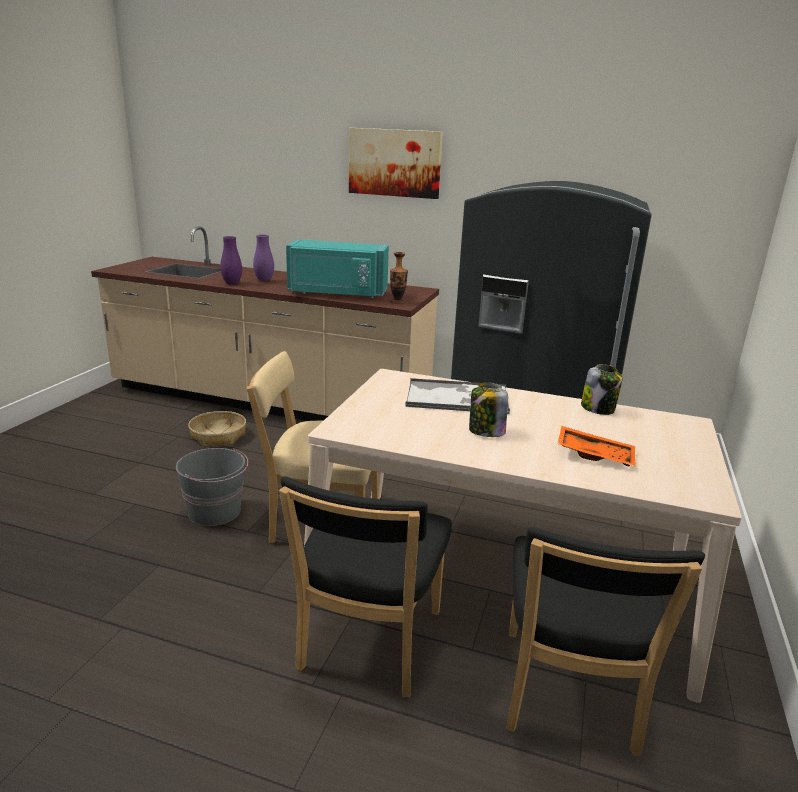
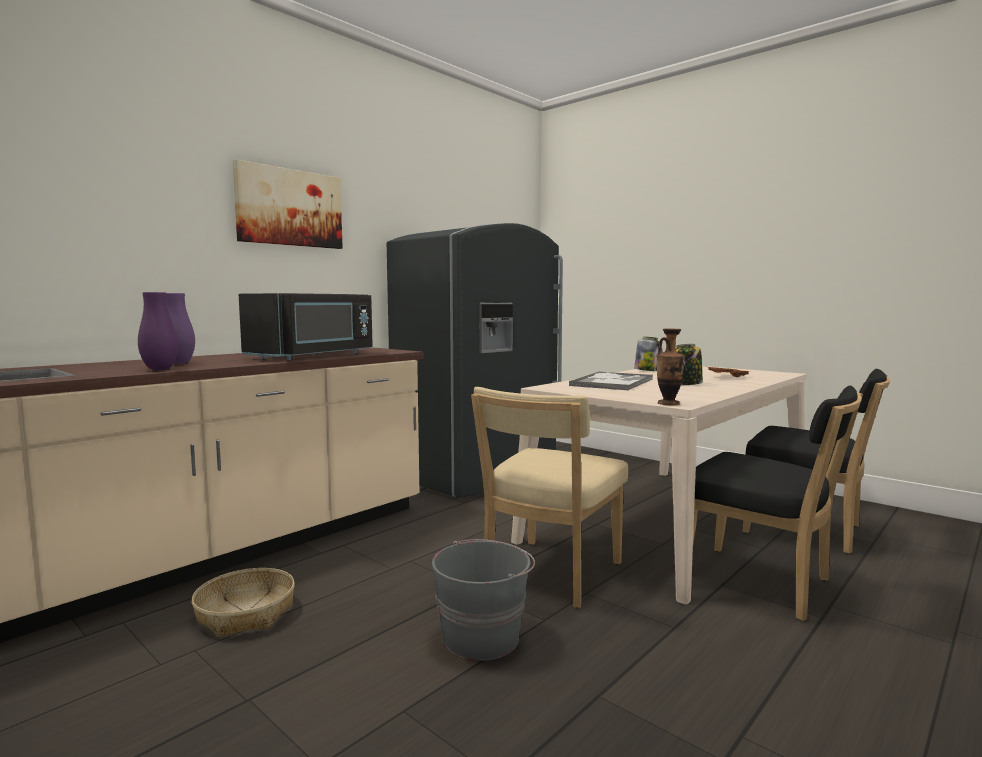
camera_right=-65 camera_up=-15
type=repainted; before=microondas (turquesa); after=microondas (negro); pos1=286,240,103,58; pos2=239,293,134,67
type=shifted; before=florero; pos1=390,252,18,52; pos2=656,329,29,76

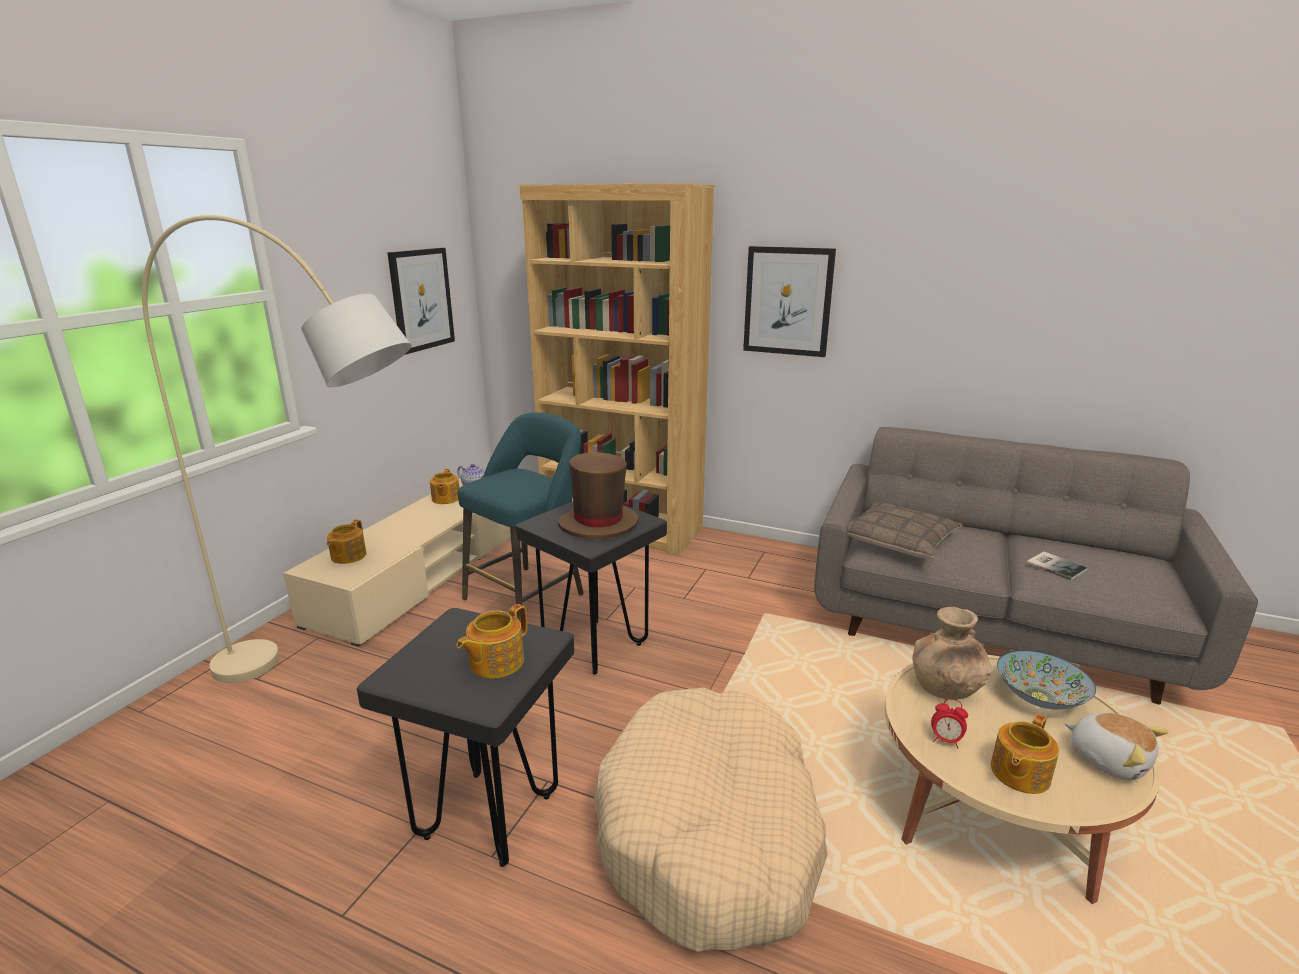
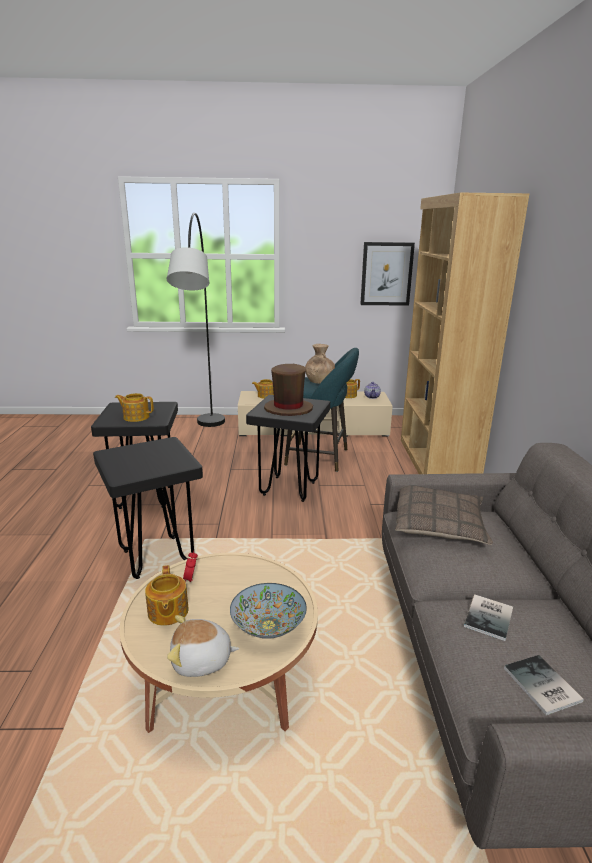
camera_right=65 camera_up=0
type=swapped; before=cama para perro (beis); after=taburete (negro); pos1=594,687,234,265; pos2=93,437,110,142
type=rotated; before=tetera; pos1=991,714,68,80; pos2=145,565,44,61; turn=-120
type=repainted; before=lámpara de pie (beis); after=lámpara de pie (negro); pos1=142,215,270,468; pos2=167,213,58,214
type=rotated; before=peluche; pos1=1064,713,105,67; pos2=167,615,73,62; turn=60
type=shifted; before=florero (marrón); pos1=913,607,80,93; pos2=305,344,30,40
type=new; after=libro; pos2=504,655,80,60
type=gone; before=cuadro; pos1=743,246,93,111

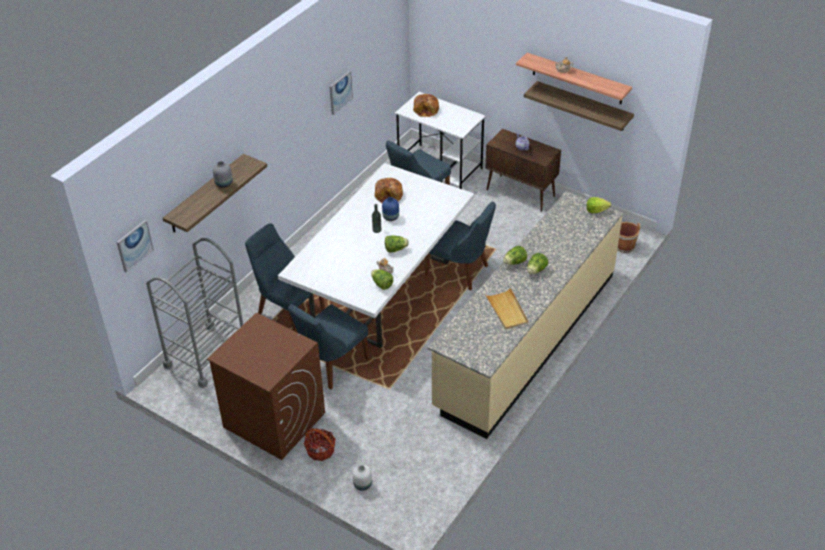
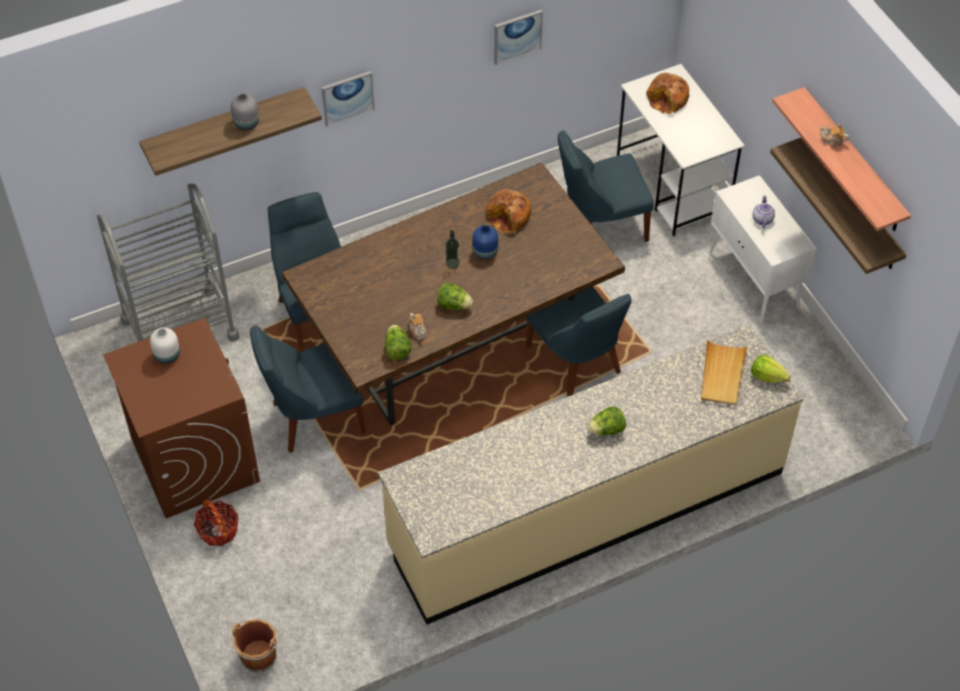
camera_right=30 camera_up=10
type=shifted; before=florero (blanco); pos1=352,465,20,26; pos2=150,328,30,36
type=shifted; before=cubo (marrón); pos1=617,222,23,31; pos2=232,619,49,54
type=repainted; before=mesa de comedor (blanco); after=mesa de comedor (marrón); pos1=278,163,196,185; pos2=282,162,343,264
type=shifted; before=cuadro; pos1=117,220,37,53; pos2=321,71,54,56
type=shifted; before=bandeja (beis); pos1=486,288,42,42; pos2=701,339,46,67
type=repainted; before=armario (marrón); after=armario (blanco); pos1=485,129,76,83; pos2=709,175,108,148
type=gone; before=lechuga; pos1=503,246,24,19

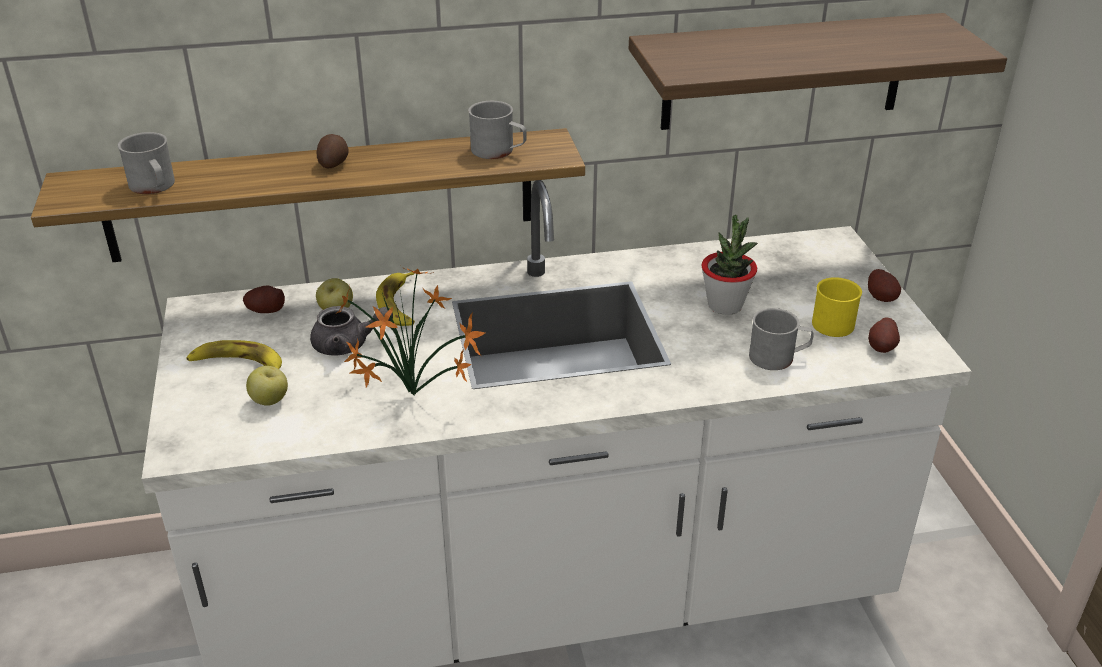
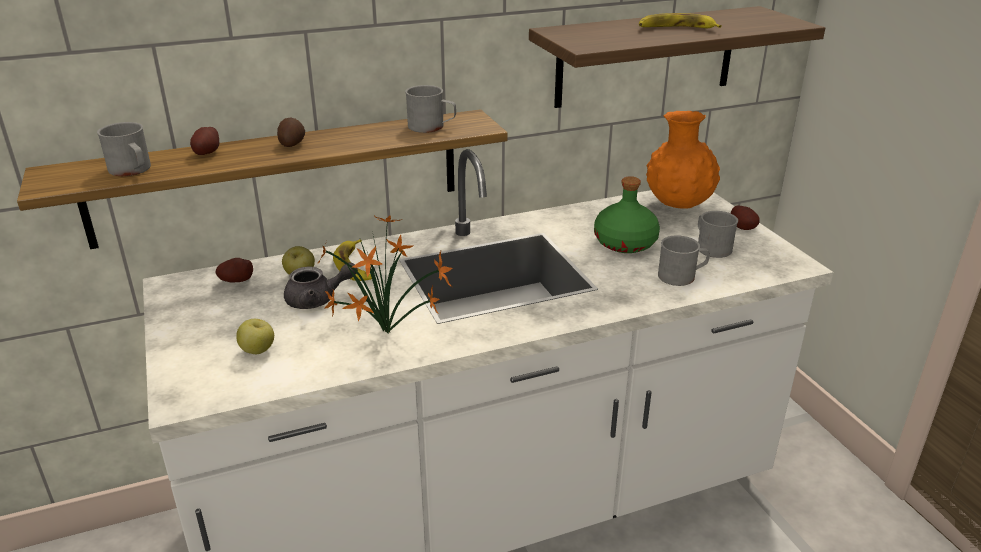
camera_right=-10 camera_up=-5
type=shifted; before=patata; pos1=868,317,32,36; pos2=190,127,29,28
type=swapped; before=planta en maceta; after=botella (verde); pos1=701,214,57,101; pos2=594,176,66,77
type=shifted; before=plátano; pos1=187,340,95,29; pos2=639,13,83,15
type=new; after=florero (naranja); pos2=646,111,74,98
type=repainted; before=taza grande (amarillo); after=taza grande (gris); pos1=812,277,50,60; pos2=698,211,40,47

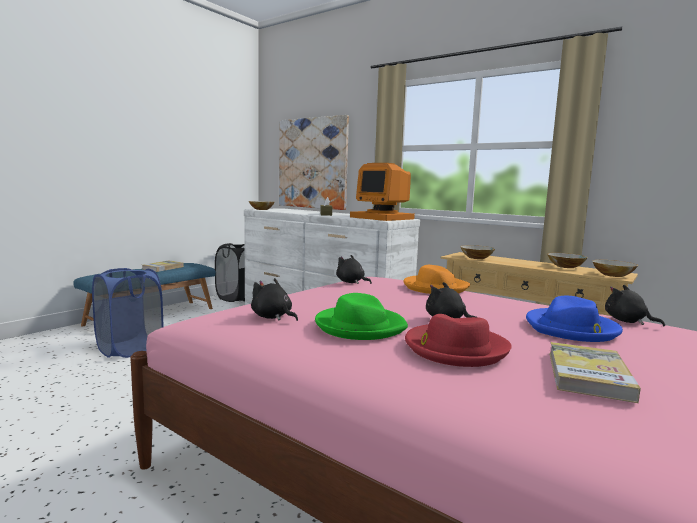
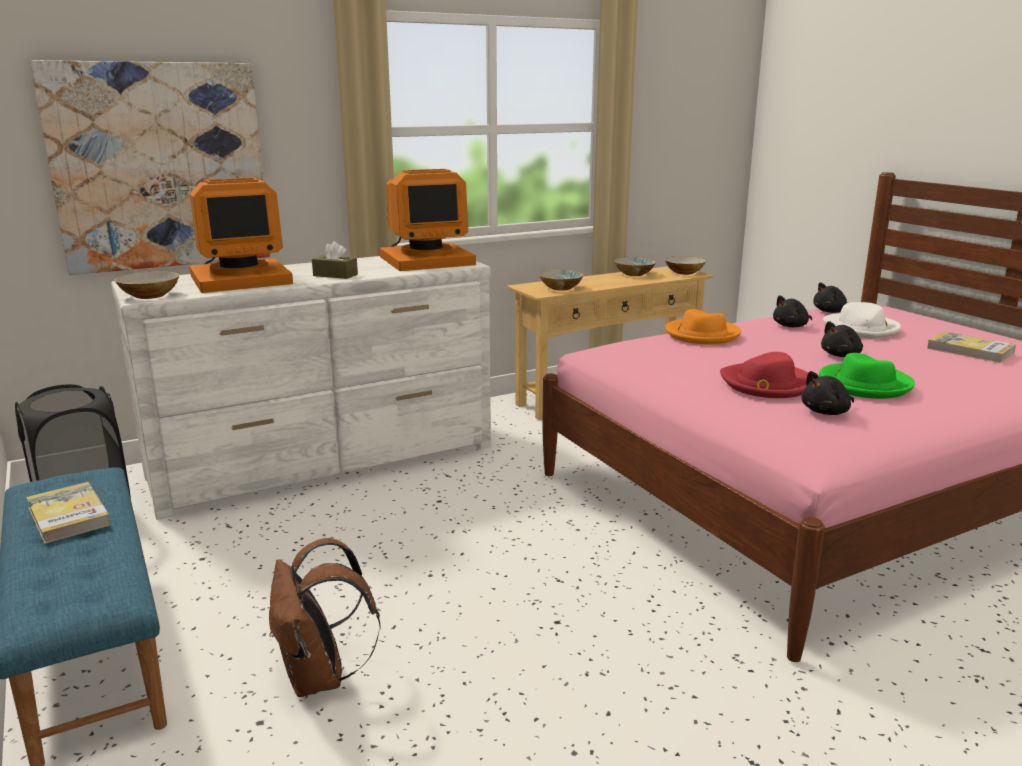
camera_right=-65 camera_up=10
type=new; after=monitor; pos2=189,178,104,115
type=swapped; before=cesto de la ropa (azul); after=mochila (marrón); pos1=92,268,72,90; pos2=269,538,112,159
type=shifted; before=sombrero (rojo); pos1=405,314,107,53; pos2=720,352,88,46
type=shifted; before=peluche (negro); pos1=336,255,36,29; pos2=773,296,39,31
type=repainted; before=sombrero (azul); after=sombrero (blanco); pos1=526,296,97,46; pos2=823,302,78,37

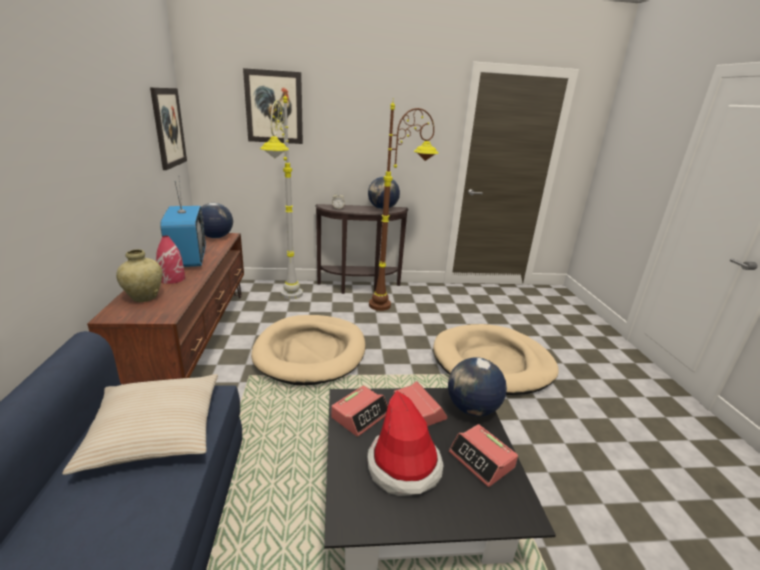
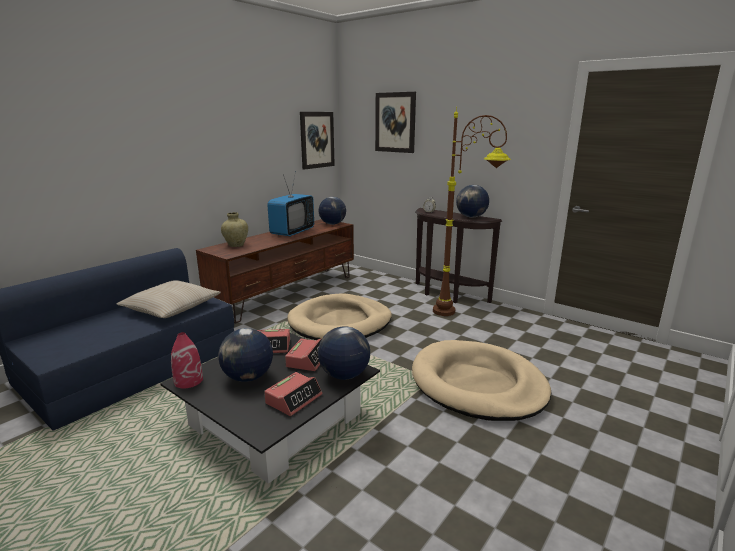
camera_right=45 camera_up=-5
type=shifted; before=florero (rojo); pos1=156,236,29,48; pos2=171,332,32,57
type=swapped; before=sombrero; after=globo terráqueo; pos1=367,391,77,105; pos2=218,328,55,54
type=rotated; before=despertador; pos1=449,424,69,63; pos2=264,372,58,44; turn=-150
type=gone; before=lámpara de pie (gris); pos1=260,91,43,208

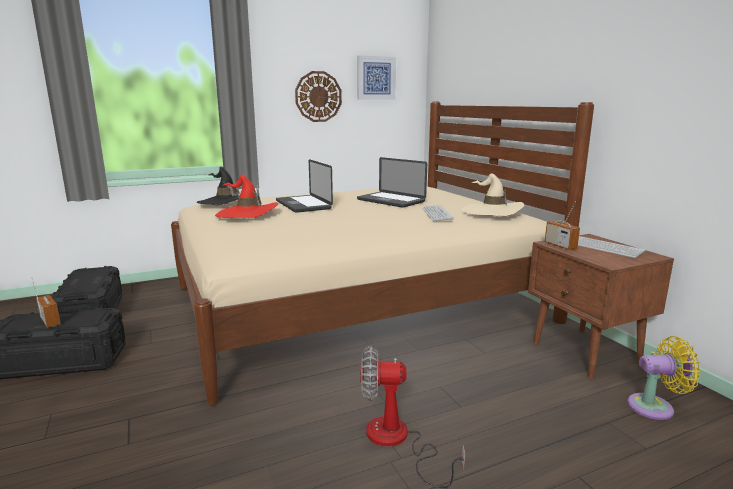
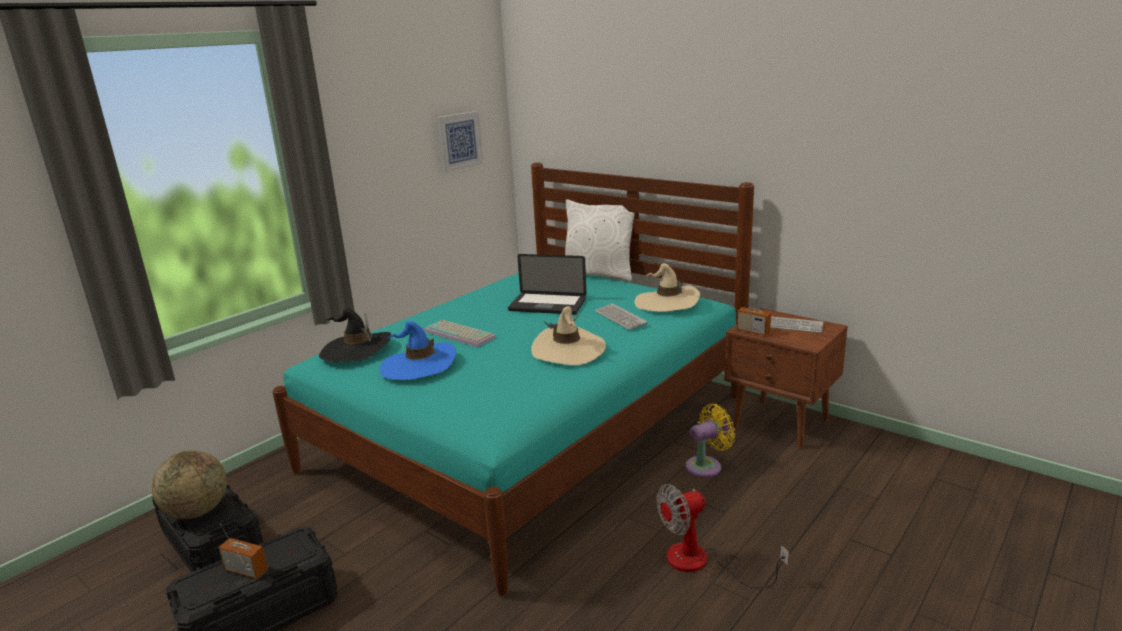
camera_right=-25 camera_up=5
type=new; after=globo terráqueo; pos2=152,450,75,69
type=repainted; before=cama (beis); after=cama (turquesa); pos1=171,102,423,303; pos2=272,162,482,434
type=repainted; before=sombrero (rojo); after=sombrero (azul); pos1=215,175,63,43; pos2=380,321,76,59
type=swapped; before=portátil; after=teclado; pos1=276,159,57,54; pos2=424,320,72,27
type=new; after=sombrero (beis); pos2=531,306,75,59
type=new; after=cojín (blanco); pos2=565,199,70,82
type=shifted; before=ventilador (amarillo); pos1=627,336,74,84; pos2=685,404,50,74
type=gone; before=reloj de pared; pos1=295,71,47,51

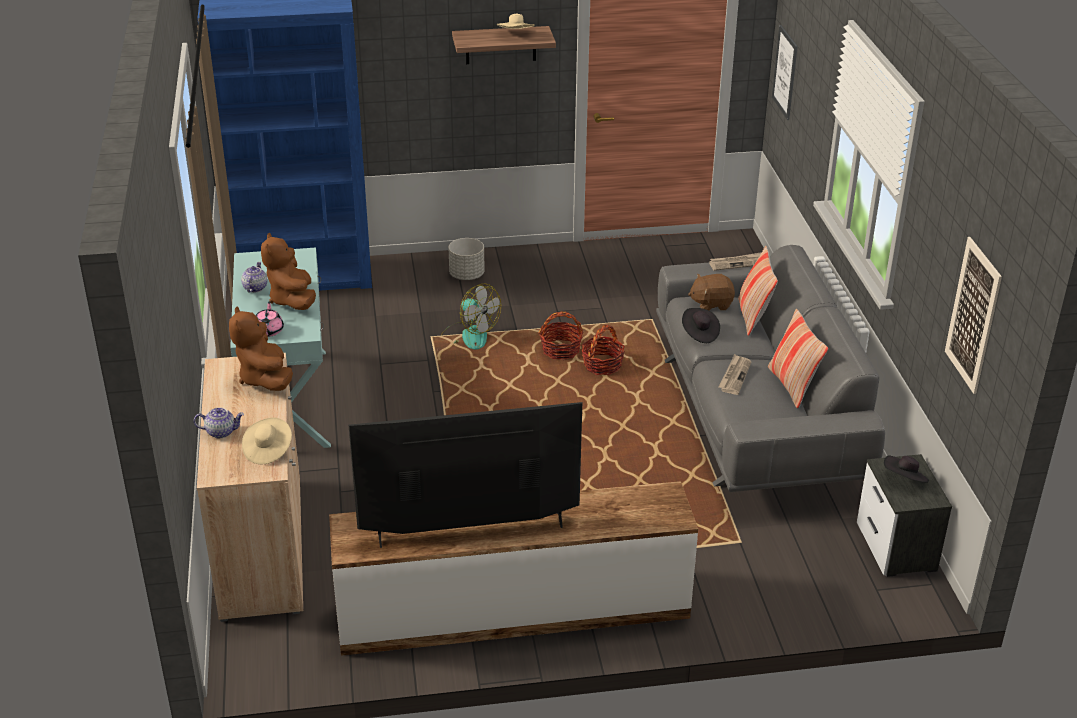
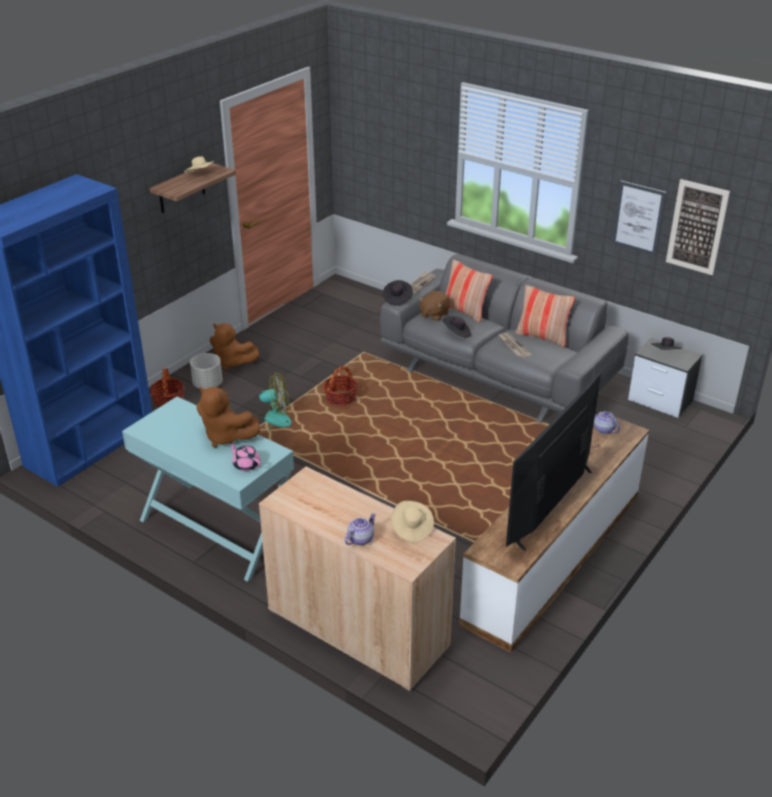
camera_right=-45 camera_up=0
type=shifted; before=cesta; pos1=582,325,43,50; pos2=150,368,35,39
type=shifted; before=peluche (marrón); pos1=229,306,64,85; pos2=210,323,49,47
type=new; after=sombrero (negro); pos2=383,280,30,26
type=shifted; before=tetera; pos1=241,262,26,31; pos2=594,410,26,24
type=shifted; before=cuadro; pos1=772,25,26,95; pos2=612,181,55,75

